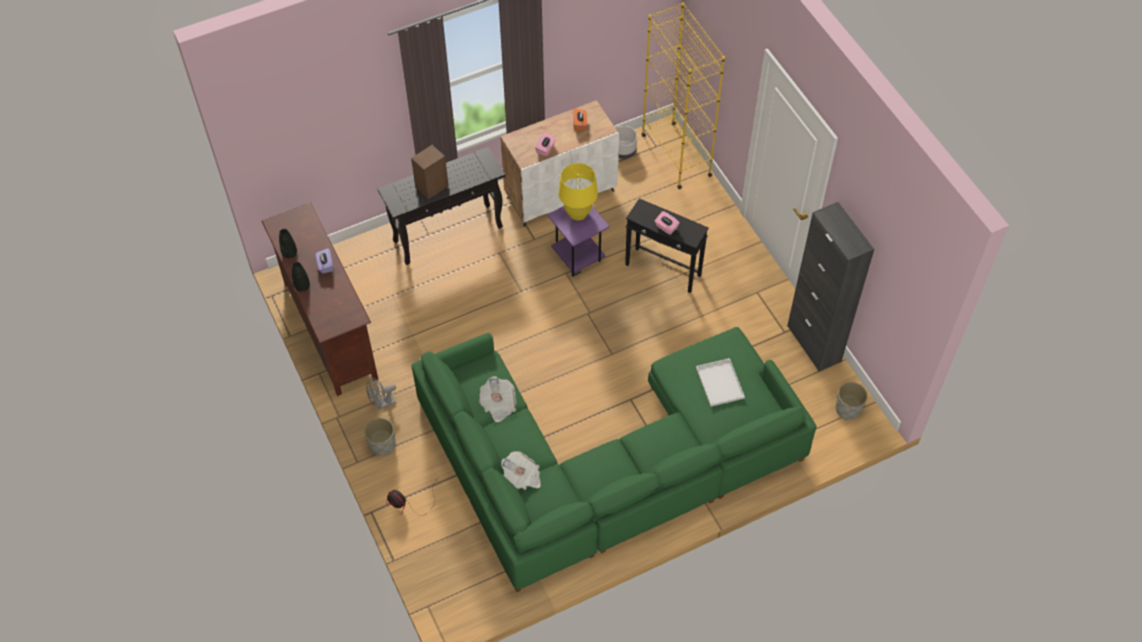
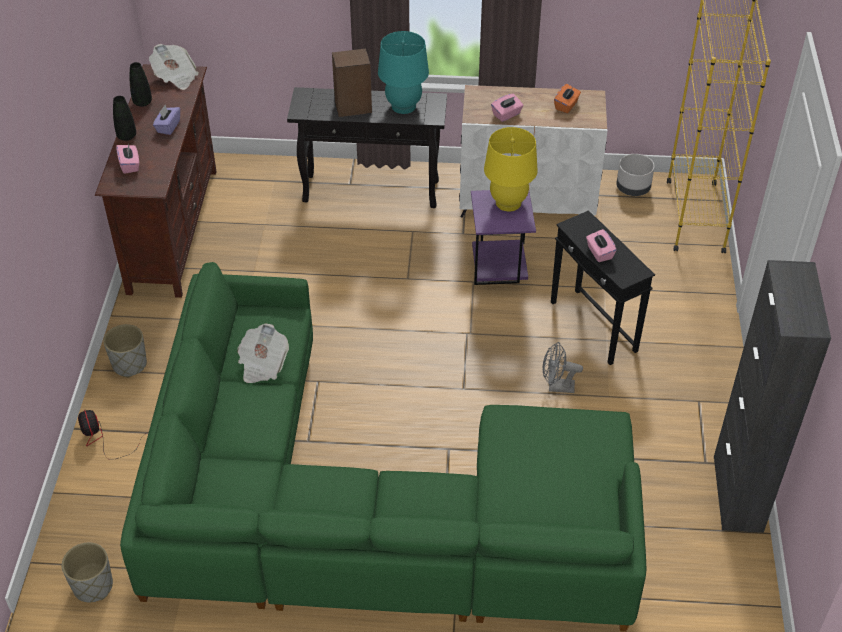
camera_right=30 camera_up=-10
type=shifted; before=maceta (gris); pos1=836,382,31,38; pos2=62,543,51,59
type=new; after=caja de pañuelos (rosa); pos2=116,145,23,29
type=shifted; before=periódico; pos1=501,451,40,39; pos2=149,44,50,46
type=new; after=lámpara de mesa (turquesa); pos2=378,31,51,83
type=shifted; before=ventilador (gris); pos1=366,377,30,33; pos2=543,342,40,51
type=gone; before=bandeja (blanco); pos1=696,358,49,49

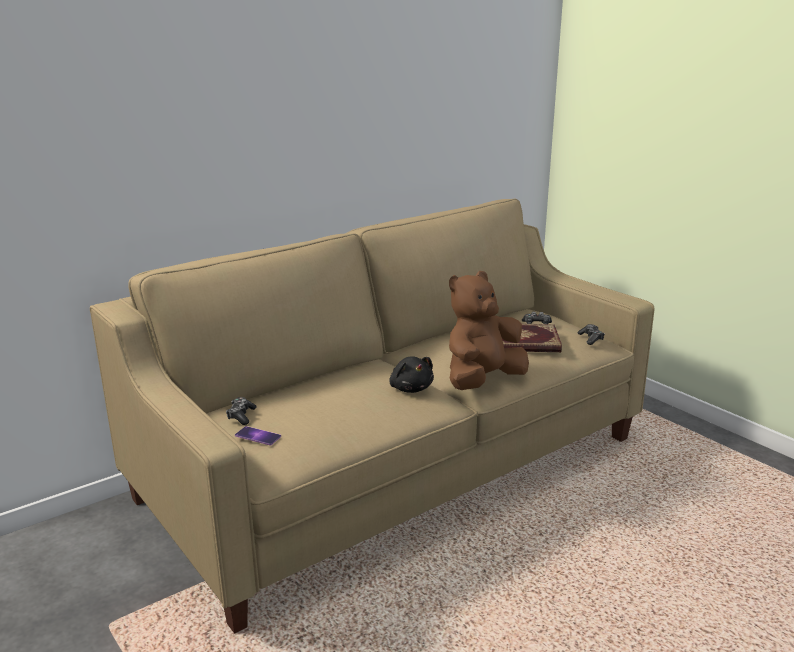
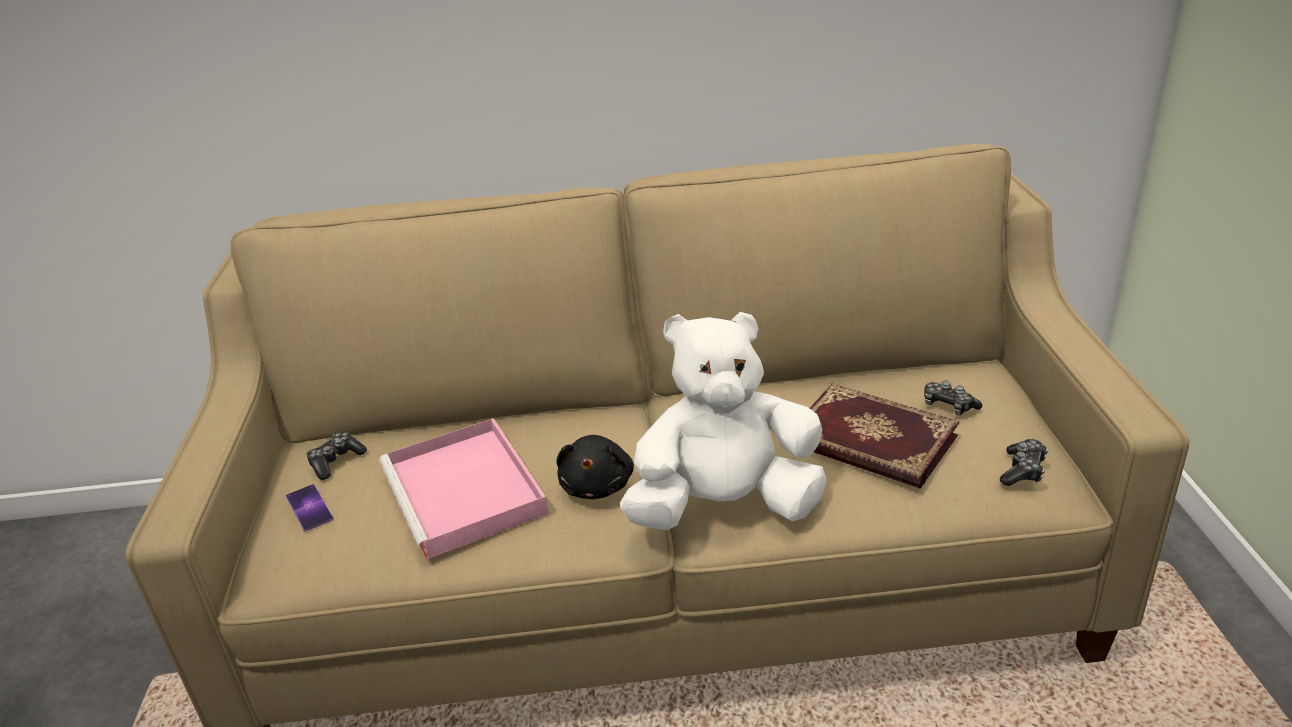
camera_right=35 camera_up=10
type=new; after=bandeja (rosa); pos2=379,418,170,142
type=repainted; before=peluche (marrón); after=peluche (blanco); pos1=449,271,80,119; pos2=620,312,207,218

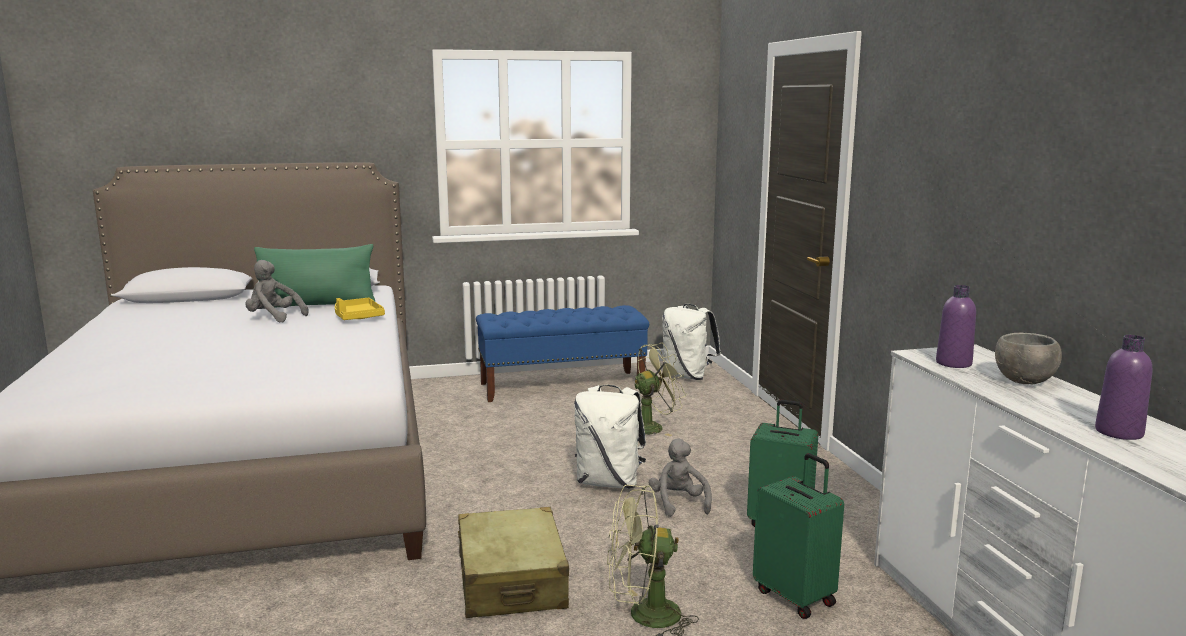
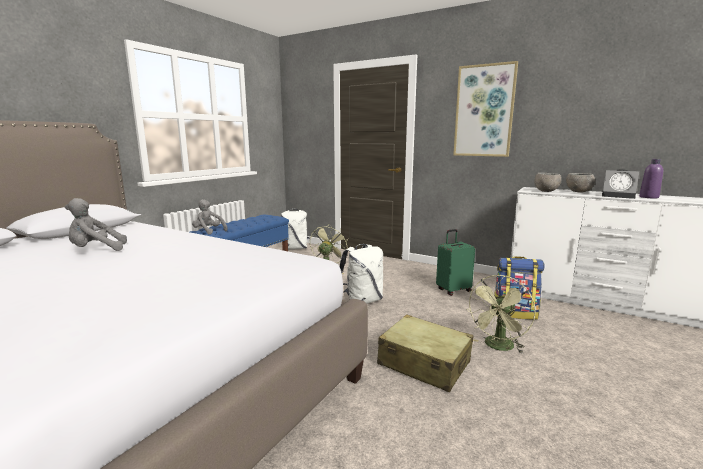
camera_right=-45 camera_up=0
type=shifted; before=peluche (gris); pos1=649,439,63,78; pos2=192,199,36,36
type=new; after=cuadro; pos2=453,61,65,96
type=swapped; before=maleta (verde); after=mochila; pos1=753,453,91,166; pos2=494,256,51,64
type=swapped; before=botella (morado); after=cuenco (gris); pos1=936,285,40,83; pos2=534,173,27,19
type=new; after=despertador; pos2=602,169,37,30
type=gone; before=cojín (verde); pos1=254,244,121,64
type=gone; before=bandeja (amarillo); pos1=335,298,50,22

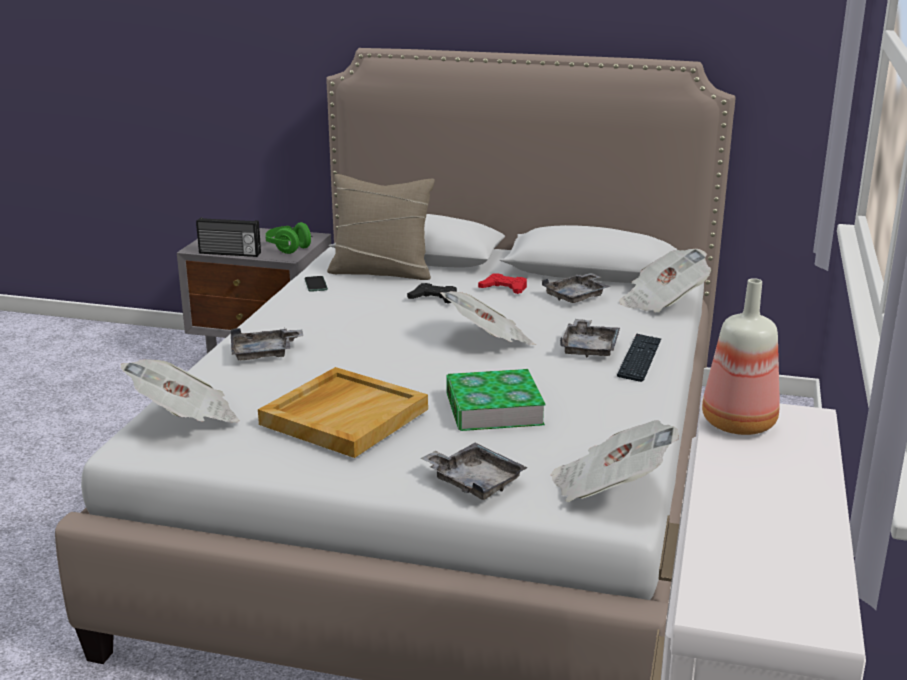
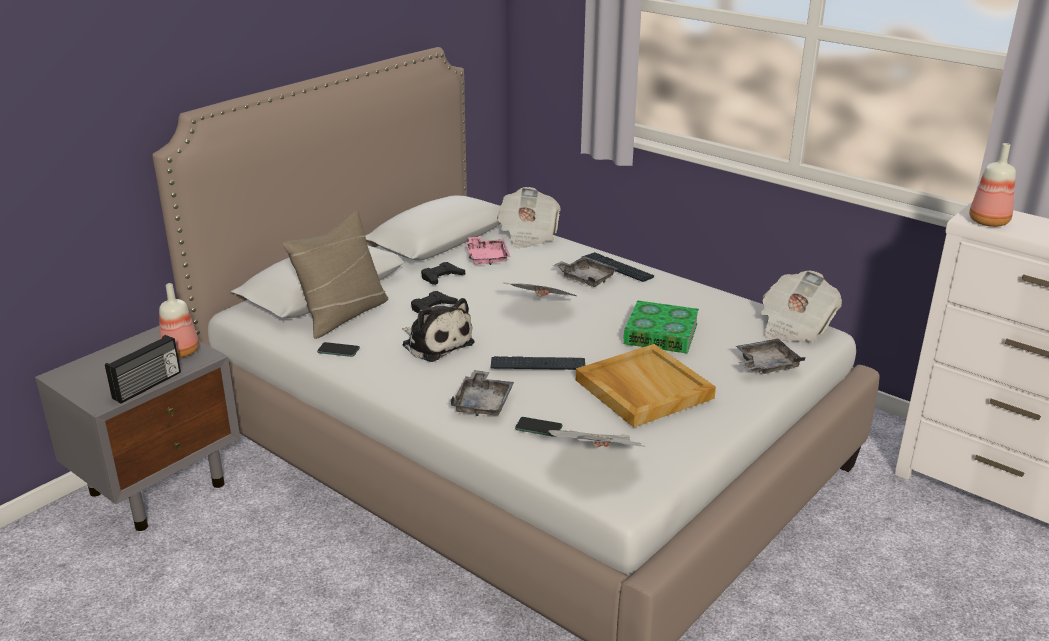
camera_right=-65 camera_up=5
type=swapped; before=auriculares (verde); after=botella; pos1=265,222,47,32; pos2=159,283,40,75
type=new; after=peluche; pos2=402,298,73,64
type=repainted; before=mando de consola (rojo); after=mando de consola (negro); pos1=478,273,49,21; pos2=421,262,44,23
type=repainted; before=bandeja (gris); after=bandeja (rosa); pos1=542,273,68,30; pos2=466,237,44,28
type=new; after=teclado; pos2=491,356,94,14
type=new; after=móvil; pos2=515,417,48,20

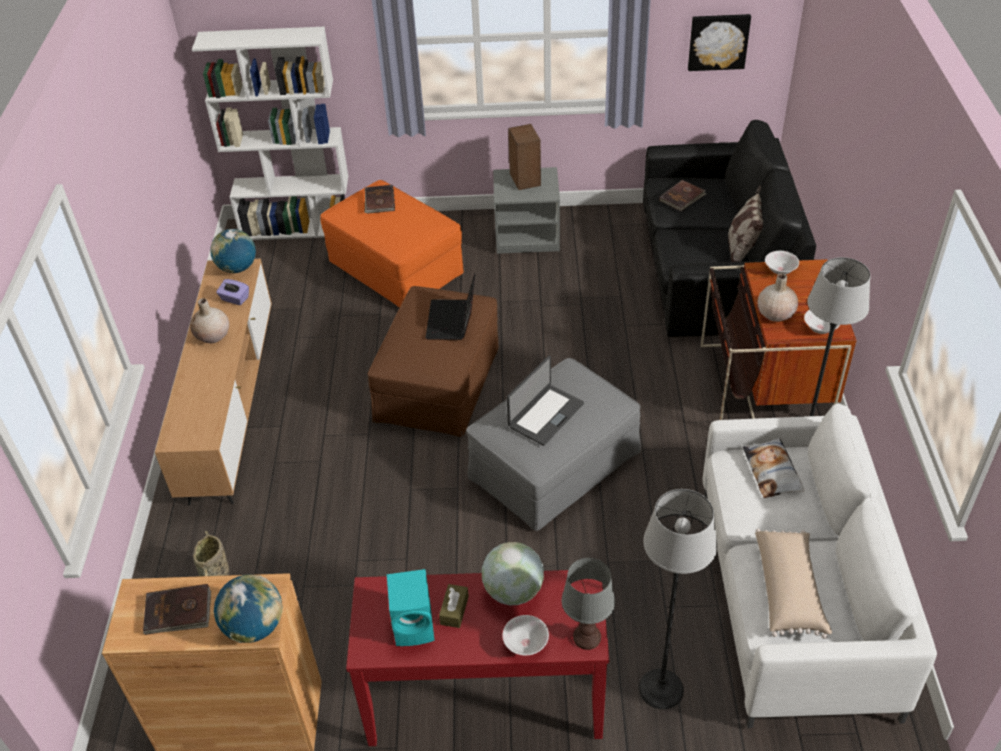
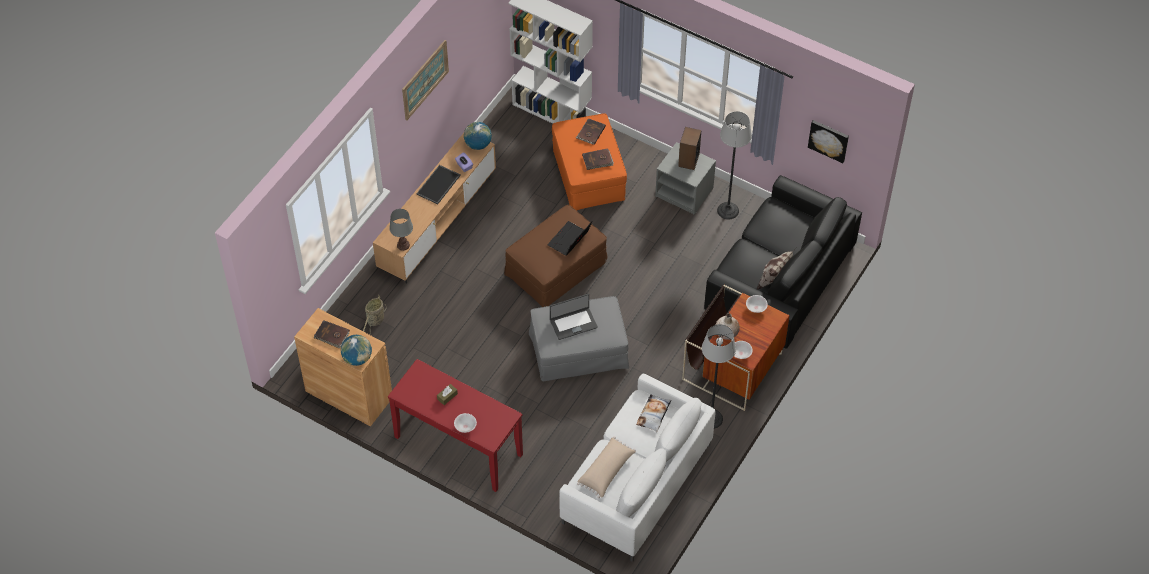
camera_right=30 camera_up=10
type=shifted; before=lámpara de mesa (gris); pos1=562,558,53,92; pos2=389,209,24,42
type=new; after=cuadro; pos2=402,40,47,80
type=swapped; before=florero (beis); after=bandeja; pos1=190,298,39,45; pos2=417,165,44,39
type=shifted; before=libro (marrón); pos1=659,180,48,32; pos2=582,148,32,22
type=shifted; before=lámpara de pie; pos1=639,489,78,220; pos2=717,111,35,108
type=gone; before=altavoz (turquesa); pos1=387,569,48,77
type=gone; before=globo terráqueo; pos1=482,542,62,63

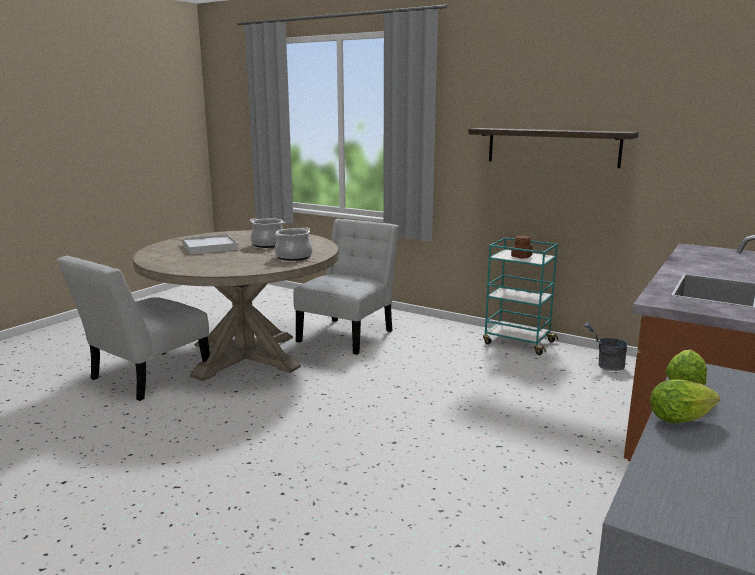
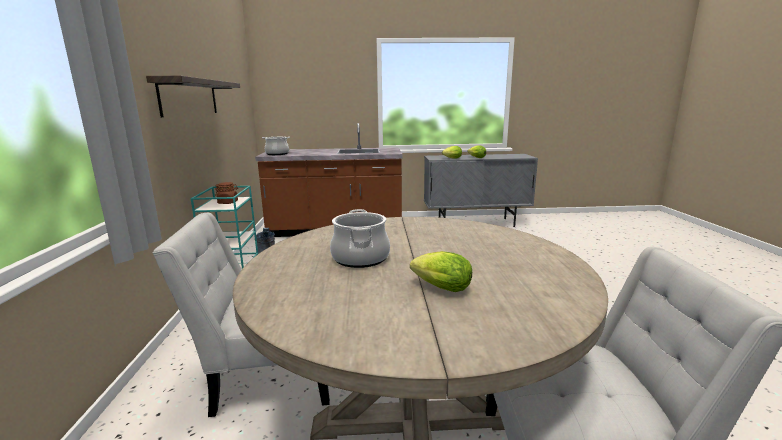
camera_right=-125 camera_up=0
type=shifted; before=olla; pos1=275,227,38,34; pos2=262,137,28,18
type=swapped; before=bandeja (blanco); after=lechuga; pos1=182,234,56,21; pos2=410,251,62,41

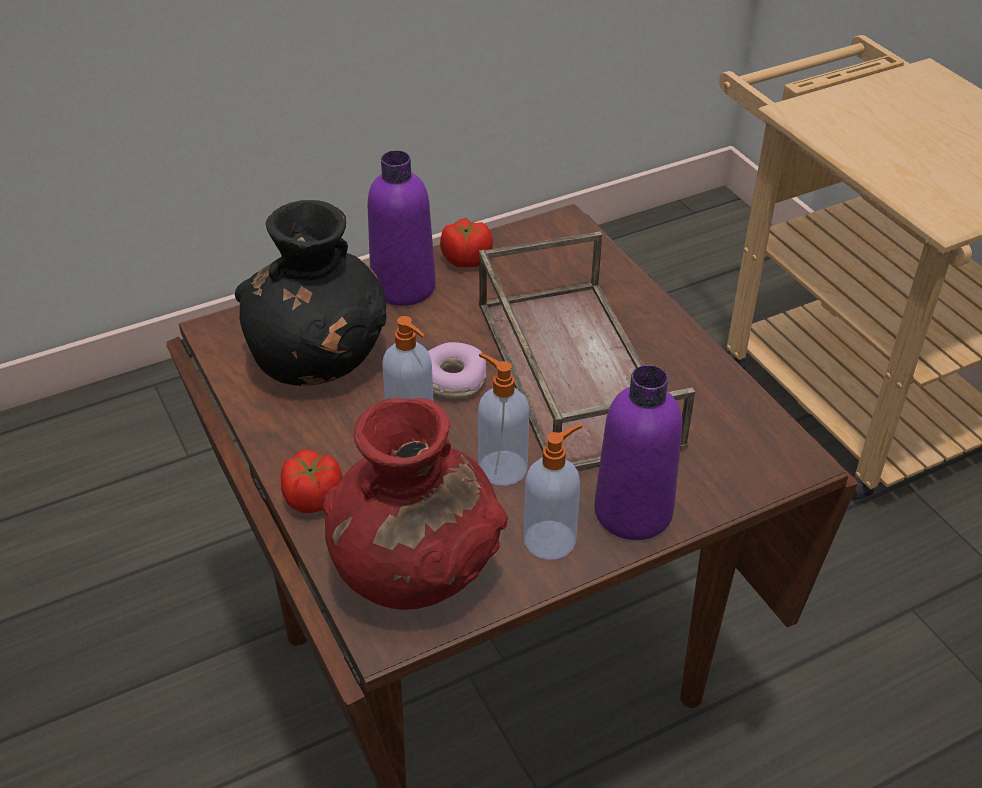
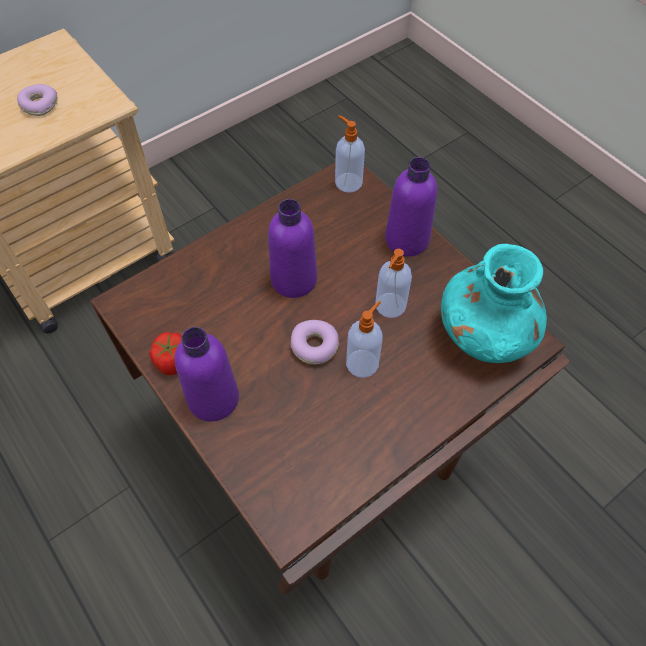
camera_right=-100 camera_up=15
type=new; after=rosquilla; pos2=17,84,41,32
type=swapped; before=bandeja (marrón); after=botella (morado); pos1=479,231,216,240; pos2=268,199,49,99
type=shifted; before=dispensador de jabón; pos1=524,424,58,136; pos2=335,115,30,78
type=repainted; before=florero (rojo); after=florero (turquesa); pos1=323,398,185,212; pos2=441,243,106,120
type=gone; before=florero (negro); pos1=235,200,151,186
type=gone; before=tomate; pos1=281,450,62,63

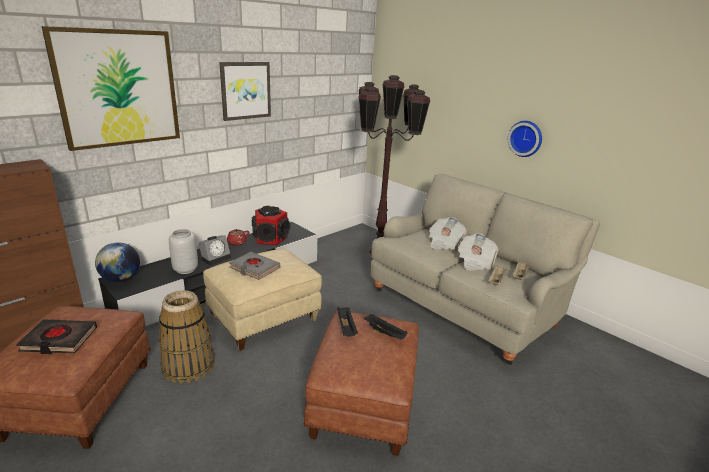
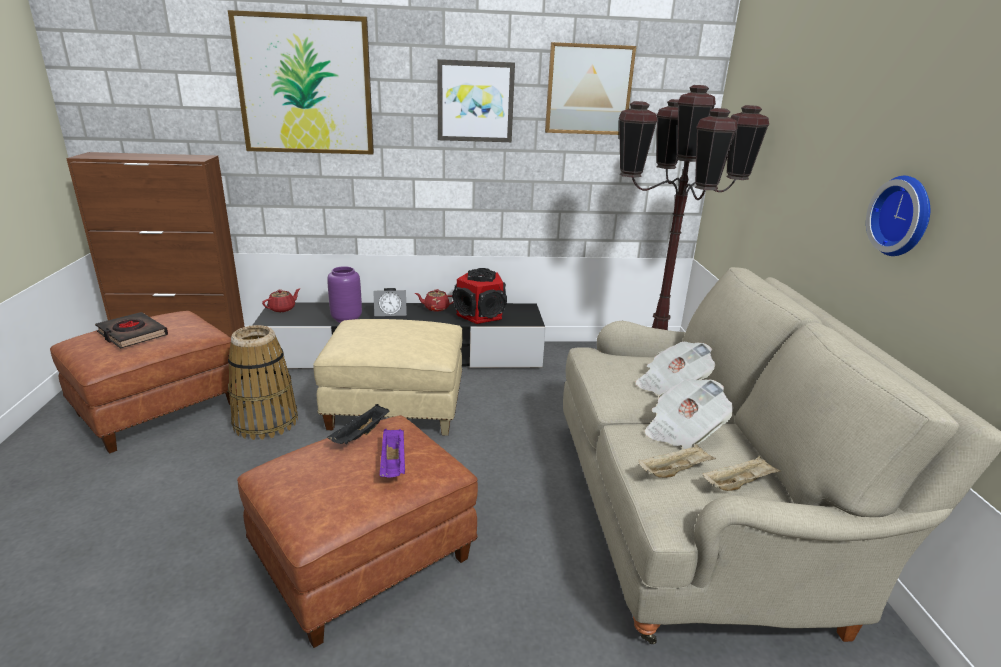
camera_right=40 camera_up=0
type=swapped; before=globo terráqueo; after=tetera (rojo); pos1=95,243,45,39; pos2=262,289,38,23
type=repainted; before=florero (gris); after=florero (morado); pos1=169,229,29,45; pos2=327,266,35,57
type=repainted; before=bandeja (negro); after=bandeja (morado); pos1=364,314,44,26; pos2=380,428,25,50
type=new; after=cuadro; pos2=545,42,91,93
type=gone; before=libro (gris); pos1=229,252,51,28

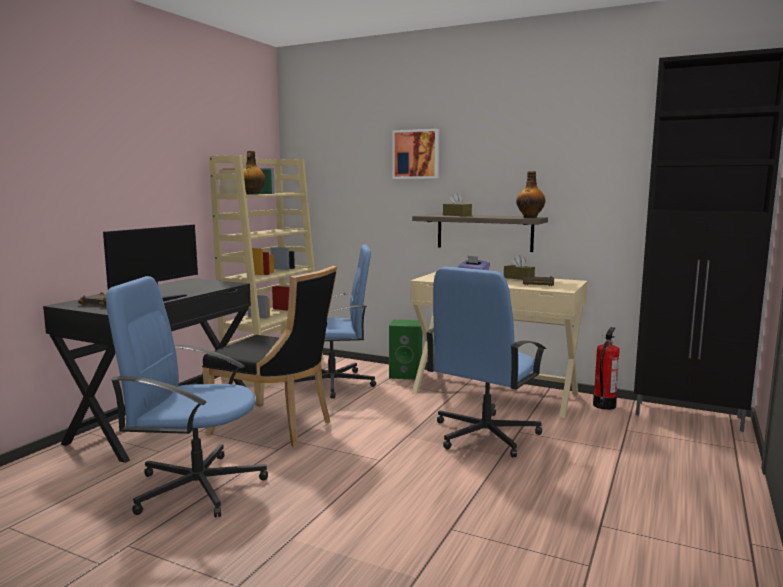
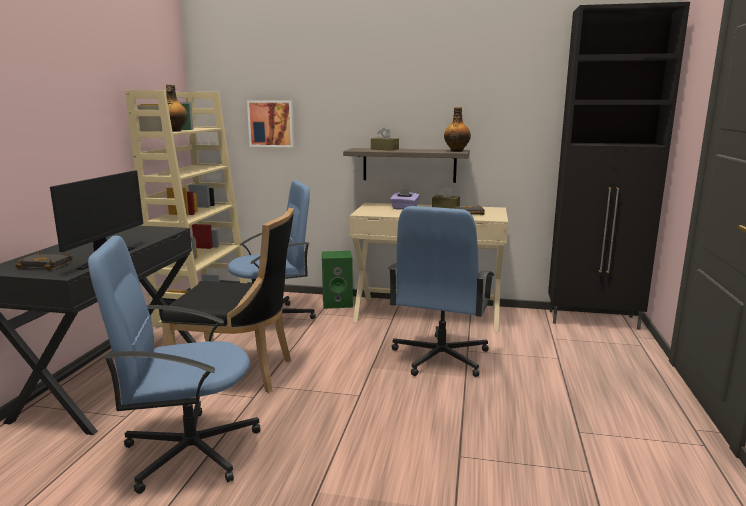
camera_right=-15 camera_up=5
type=shifted; before=cuadro; pos1=392,129,47,50; pos2=247,101,47,46
type=gone; before=extintor; pos1=593,327,27,83

